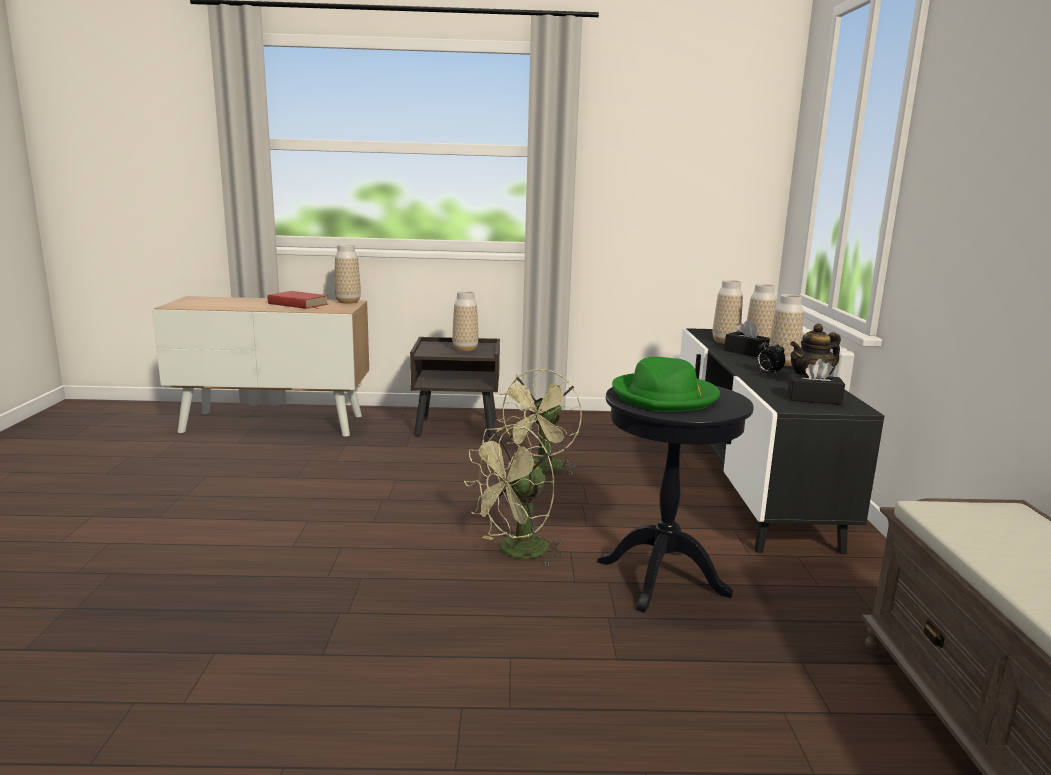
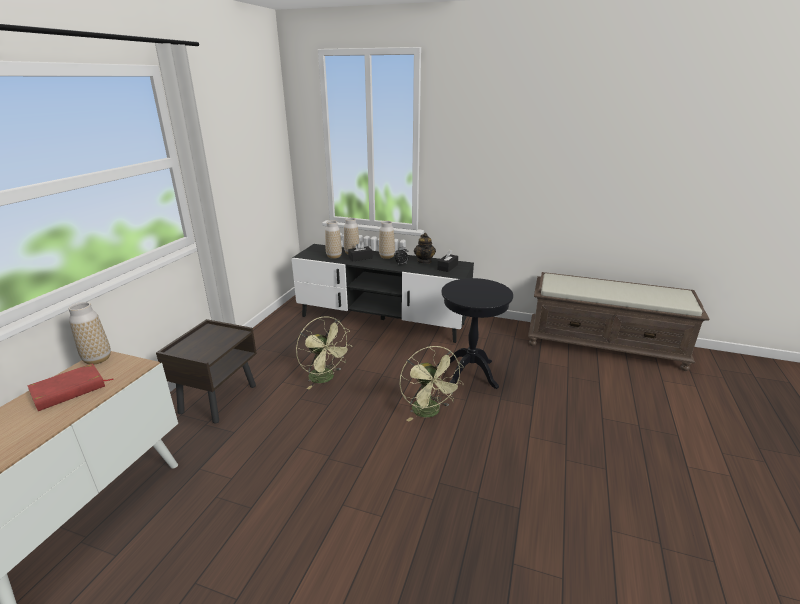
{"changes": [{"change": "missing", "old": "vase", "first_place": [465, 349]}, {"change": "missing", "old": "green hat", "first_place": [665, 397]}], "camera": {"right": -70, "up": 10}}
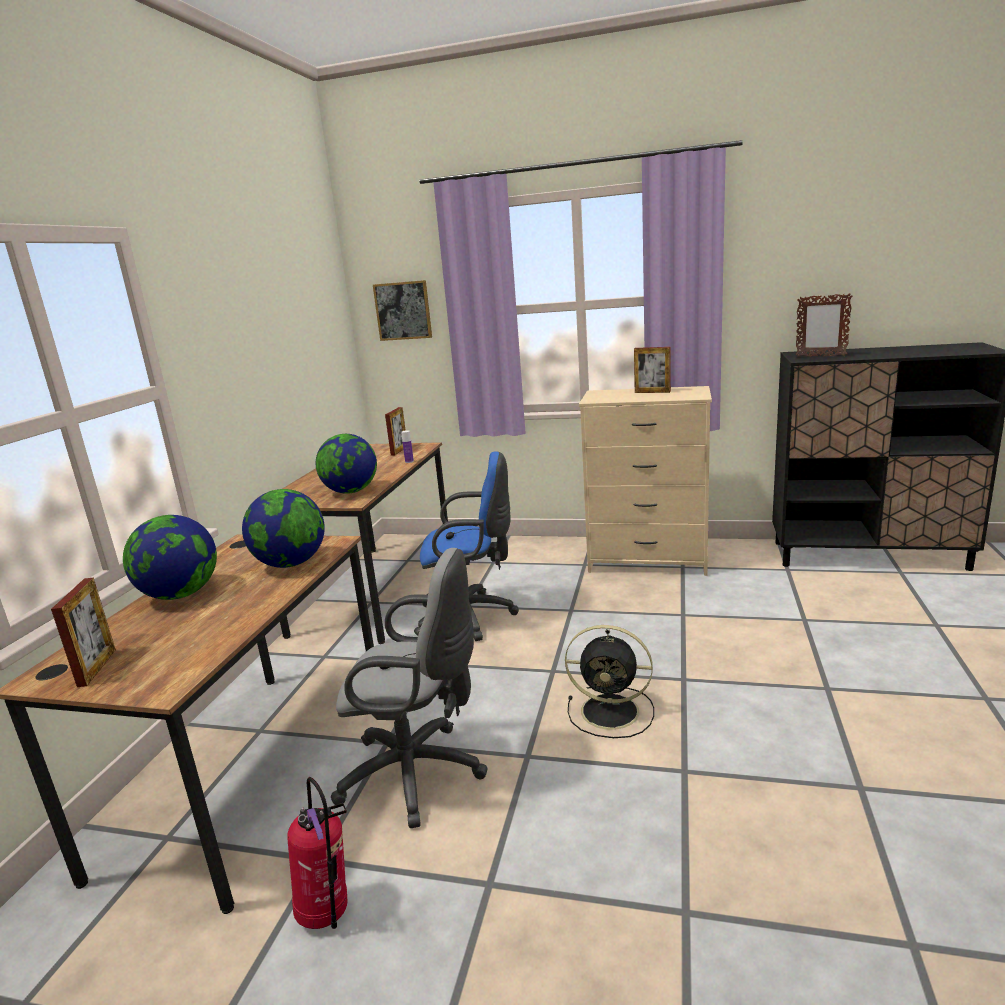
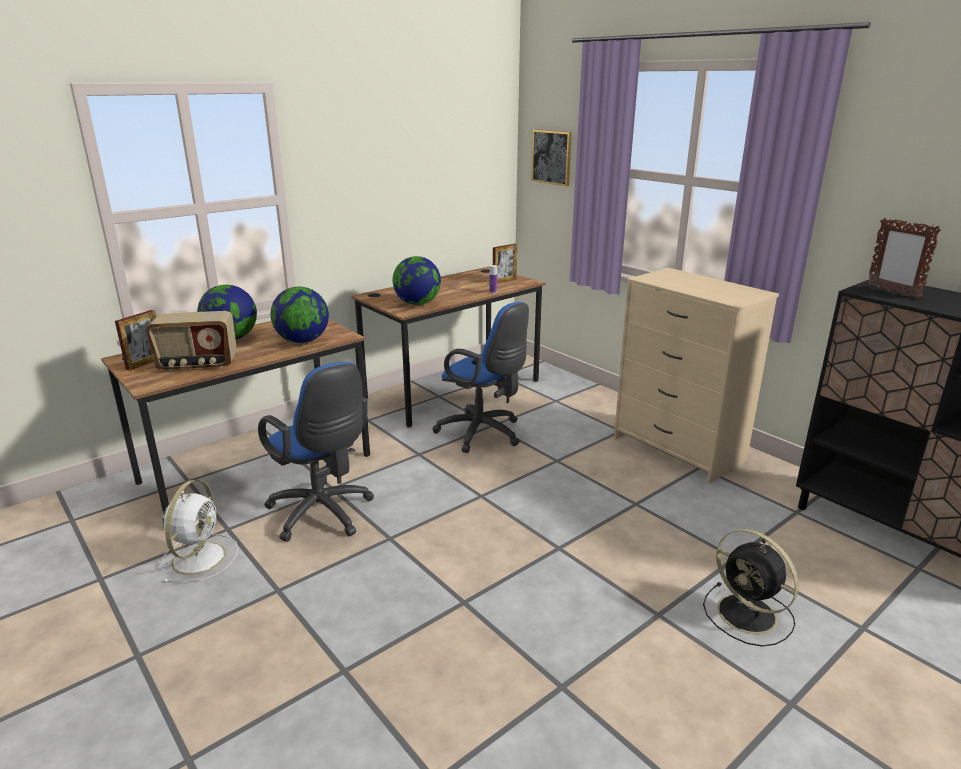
{"changes": [{"change": "missing", "old": "picture frame", "first_place": [652, 392]}, {"change": "appeared", "new": "radio", "second_place": [197, 365]}, {"change": "relocated", "old": "black fan", "first_place": [612, 711], "second_place": [749, 615]}, {"change": "exchanged", "old": "fire extinguisher", "new": "white fan", "first_place": [328, 914], "second_place": [200, 557]}, {"change": "colour", "old": "grey office chair", "new": "blue office chair", "first_place": [419, 774], "second_place": [323, 515]}], "camera": {"right": 35, "up": 5}}
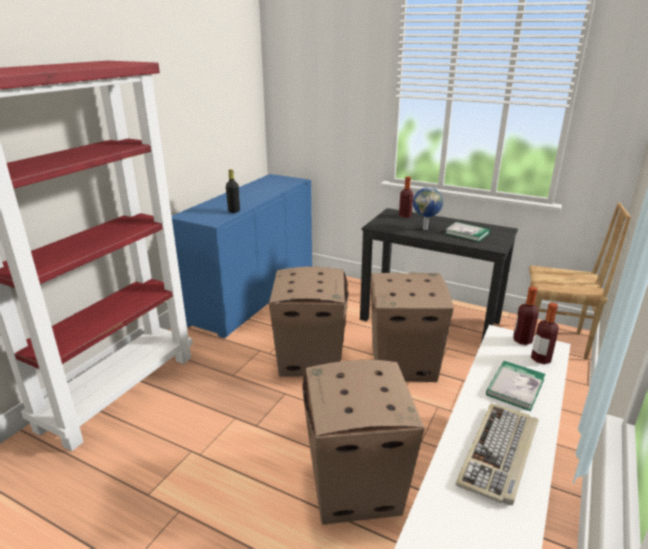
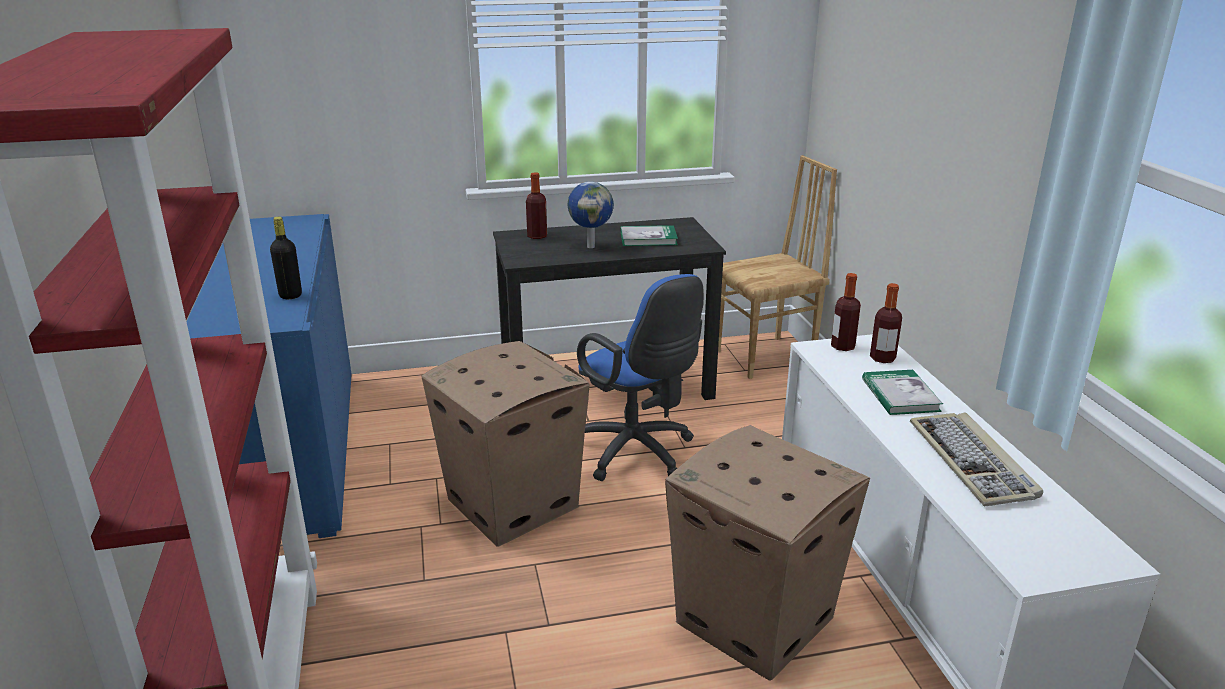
{"changes": [{"change": "exchanged", "old": "cardboard box", "new": "blue office chair", "first_place": [402, 363], "second_place": [637, 454]}], "camera": {"right": -40, "up": 0}}
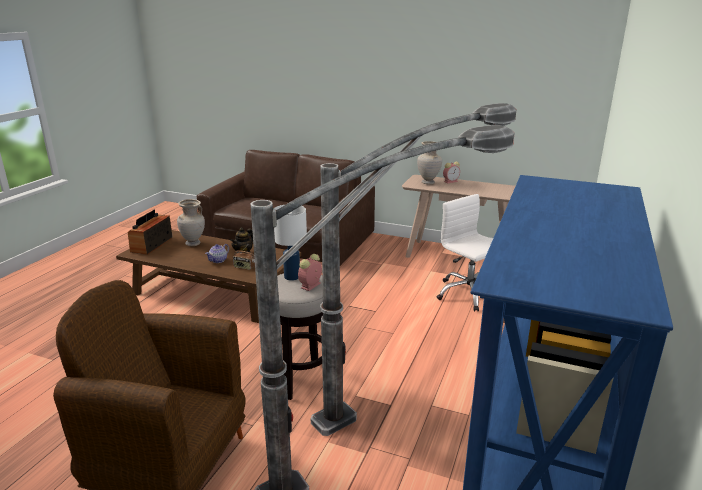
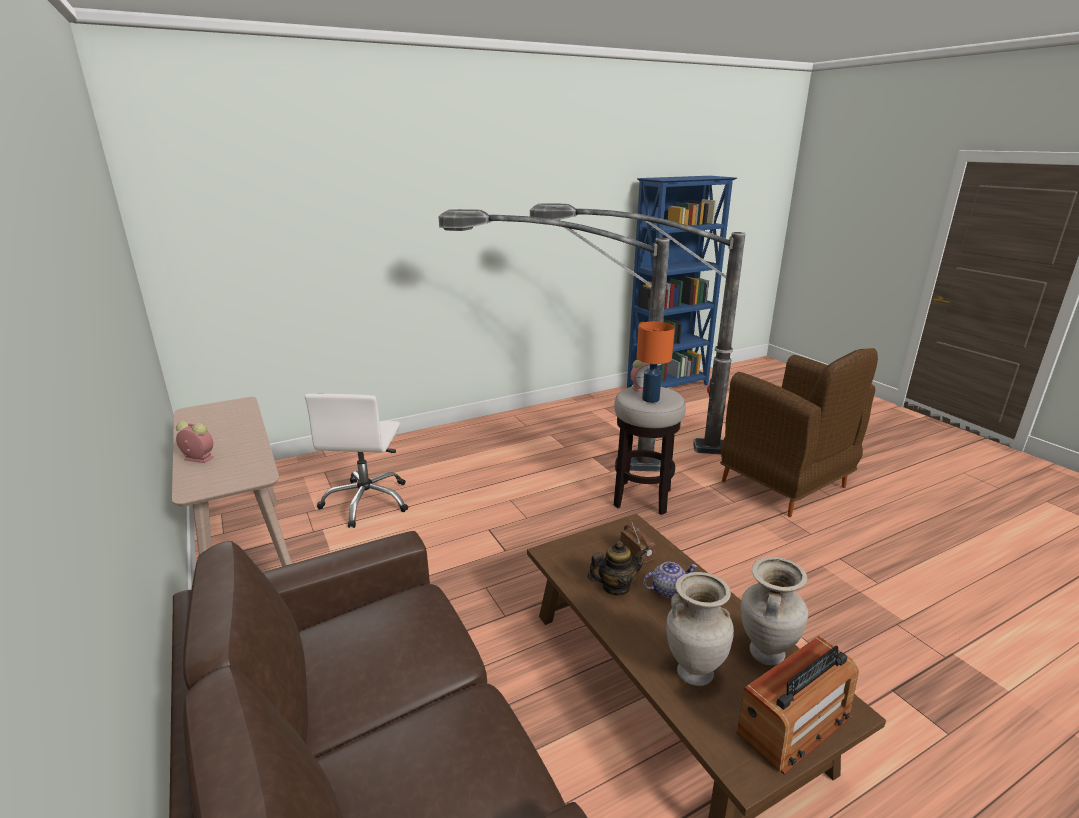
{"changes": [{"change": "relocated", "old": "beige vase", "first_place": [428, 183], "second_place": [764, 653]}, {"change": "colour", "old": "white table lamp", "new": "orange table lamp", "first_place": [291, 276], "second_place": [651, 399]}], "camera": {"right": -140, "up": 0}}
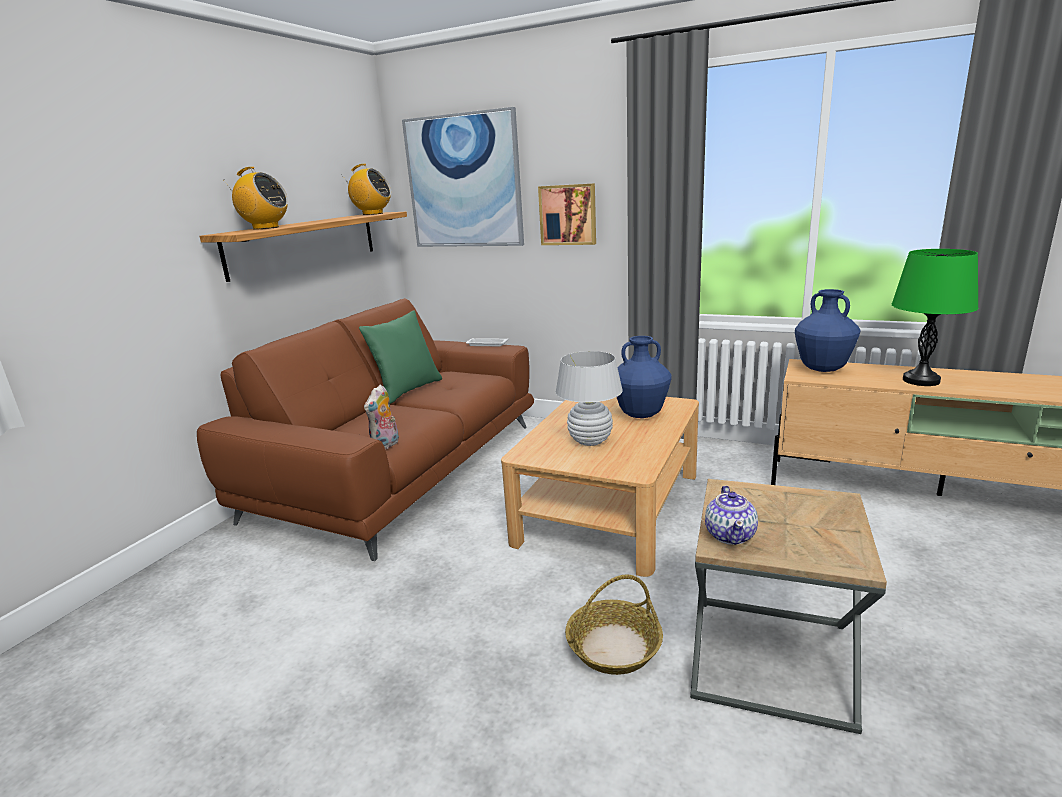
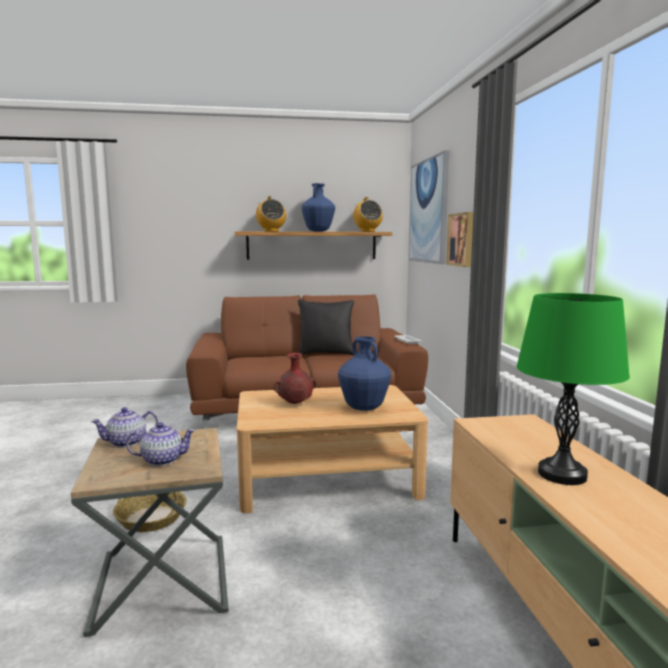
{"changes": [{"change": "missing", "old": "plush toy", "first_place": [386, 445]}, {"change": "appeared", "new": "teapot", "second_place": [162, 460]}, {"change": "relocated", "old": "blue vase", "first_place": [822, 369], "second_place": [318, 231]}, {"change": "exchanged", "old": "white table lamp", "new": "red vase", "first_place": [590, 441], "second_place": [294, 404]}, {"change": "colour", "old": "green pillow", "new": "black pillow", "first_place": [407, 390], "second_place": [326, 354]}], "camera": {"right": 55, "up": -10}}
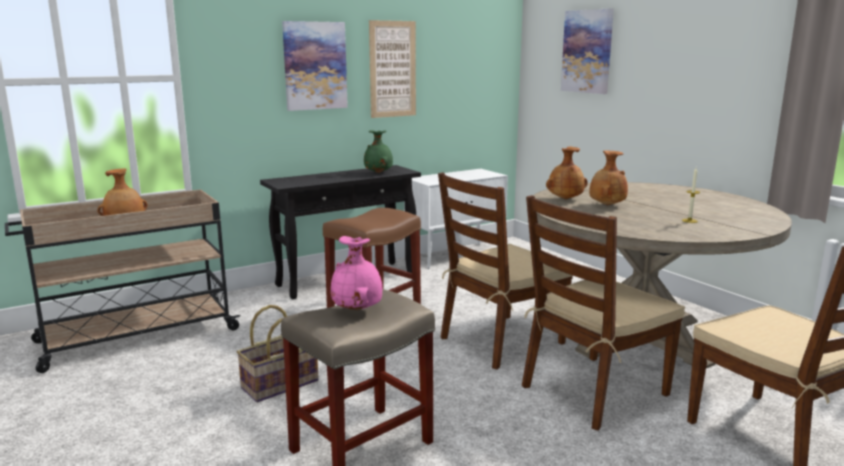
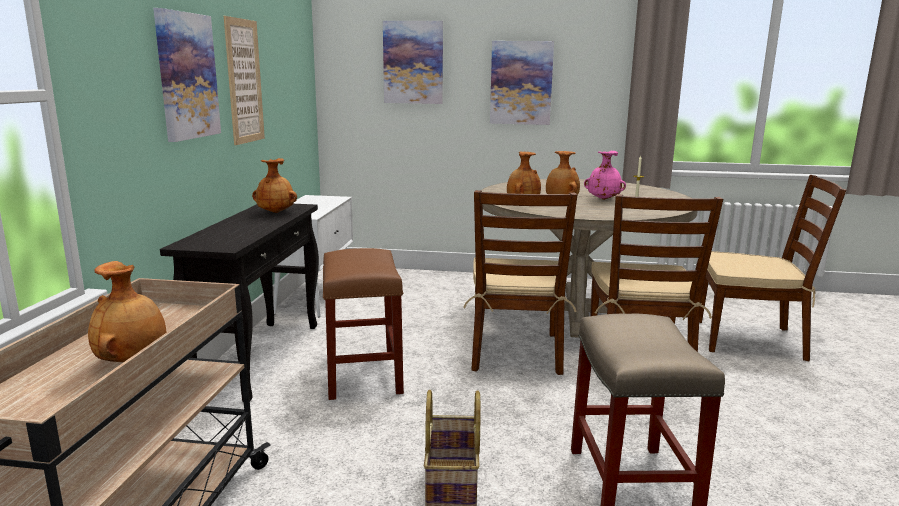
{"changes": [{"change": "appeared", "new": "picture", "second_place": [521, 83]}, {"change": "relocated", "old": "pink vase", "first_place": [358, 309], "second_place": [603, 199]}, {"change": "colour", "old": "green vase", "new": "brown vase", "first_place": [379, 172], "second_place": [276, 212]}], "camera": {"right": -50, "up": 0}}
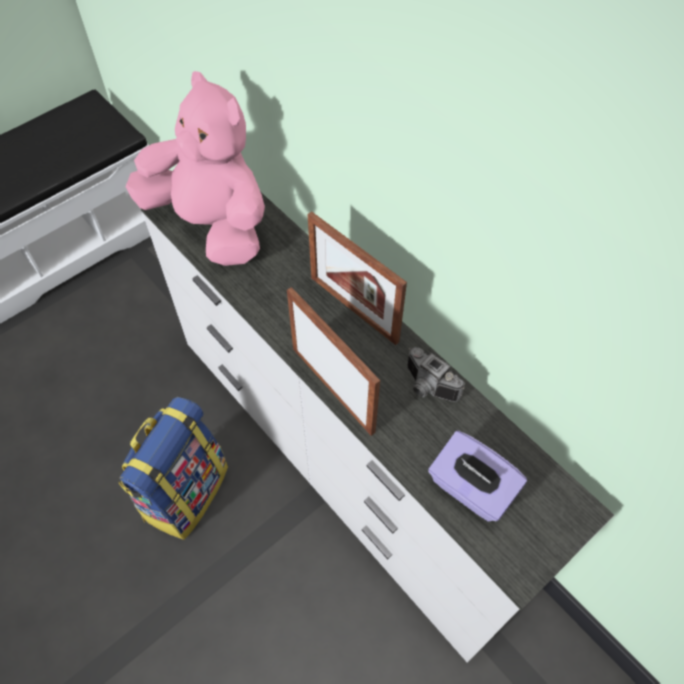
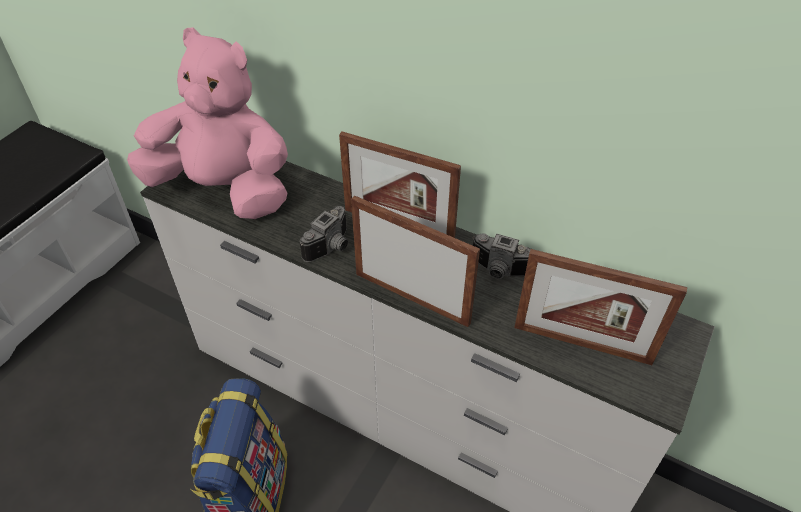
{"changes": [{"change": "appeared", "new": "photo camera", "second_place": [332, 247]}, {"change": "exchanged", "old": "purple tissue box", "new": "picture frame", "first_place": [470, 488], "second_place": [582, 344]}], "camera": {"right": -20, "up": -10}}
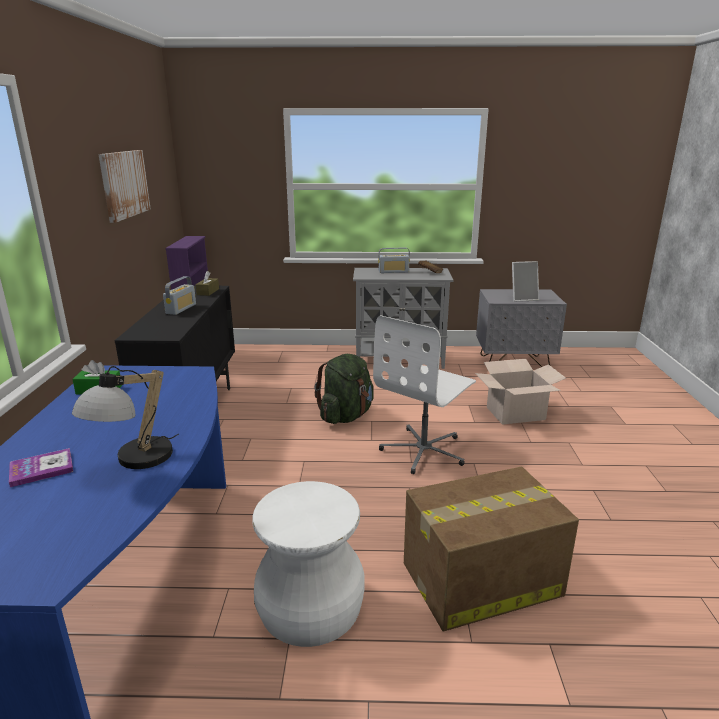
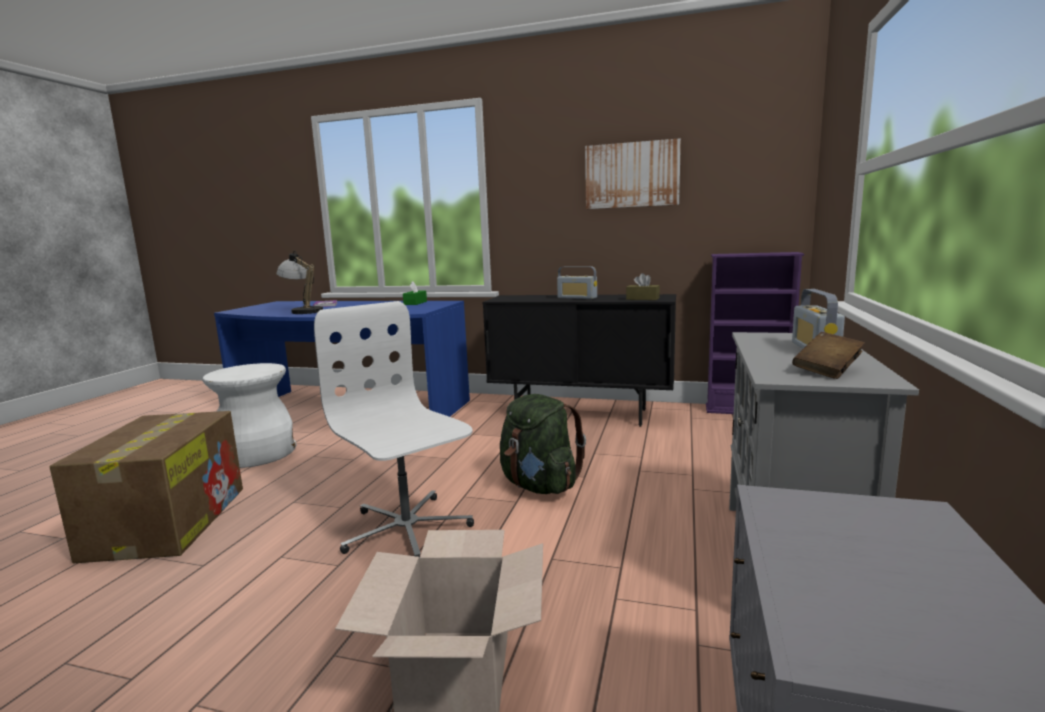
{"changes": [{"change": "missing", "old": "picture frame", "first_place": [523, 298]}], "camera": {"right": 105, "up": -10}}
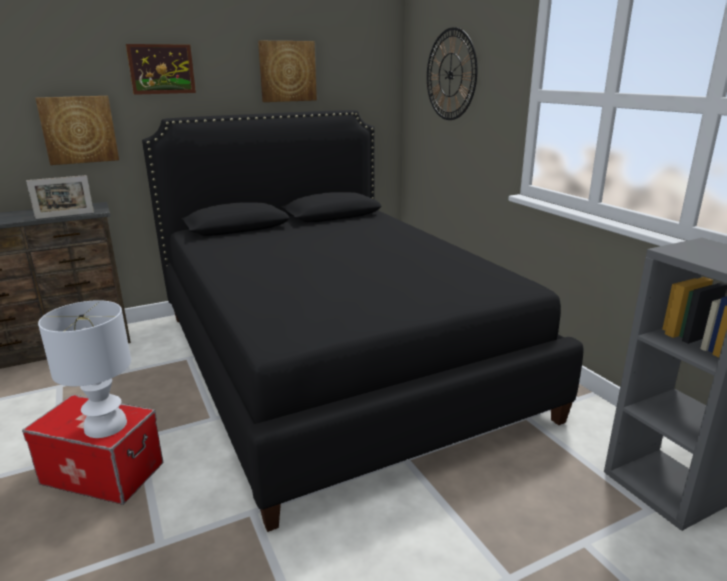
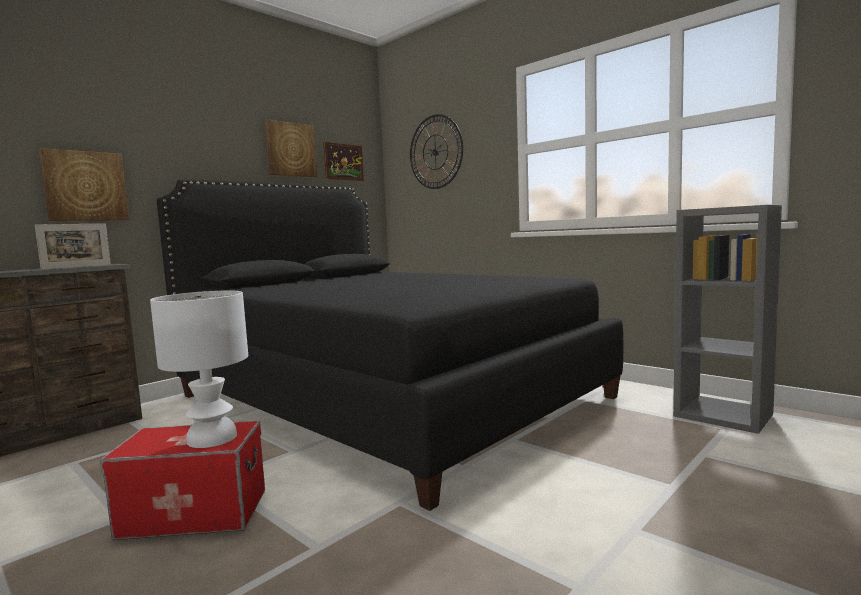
{"changes": [{"change": "relocated", "old": "picture", "first_place": [161, 69], "second_place": [343, 162]}], "camera": {"right": -20, "up": -15}}
